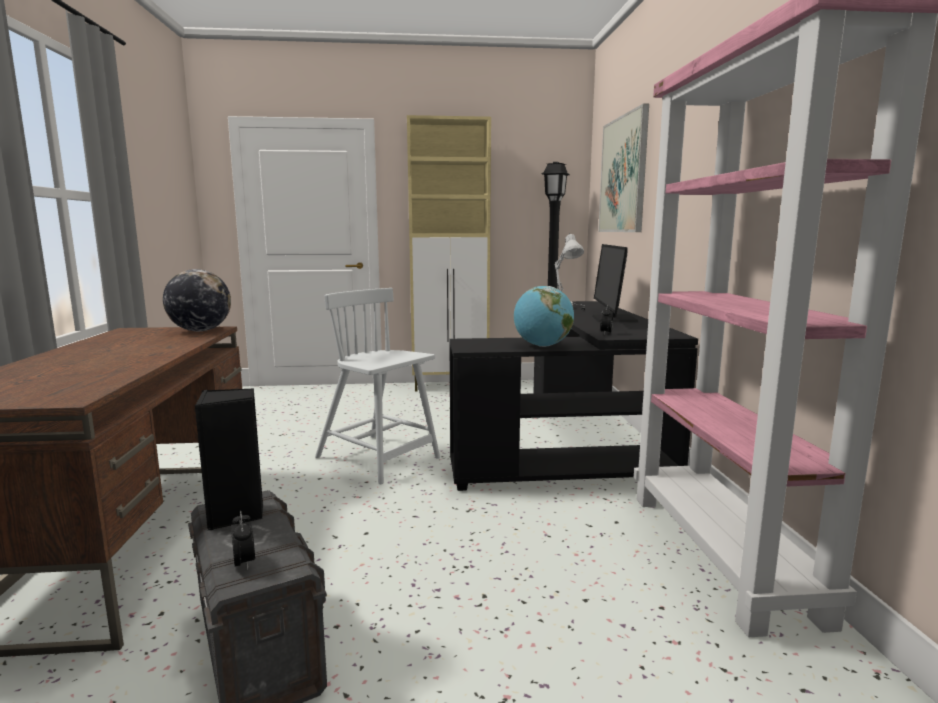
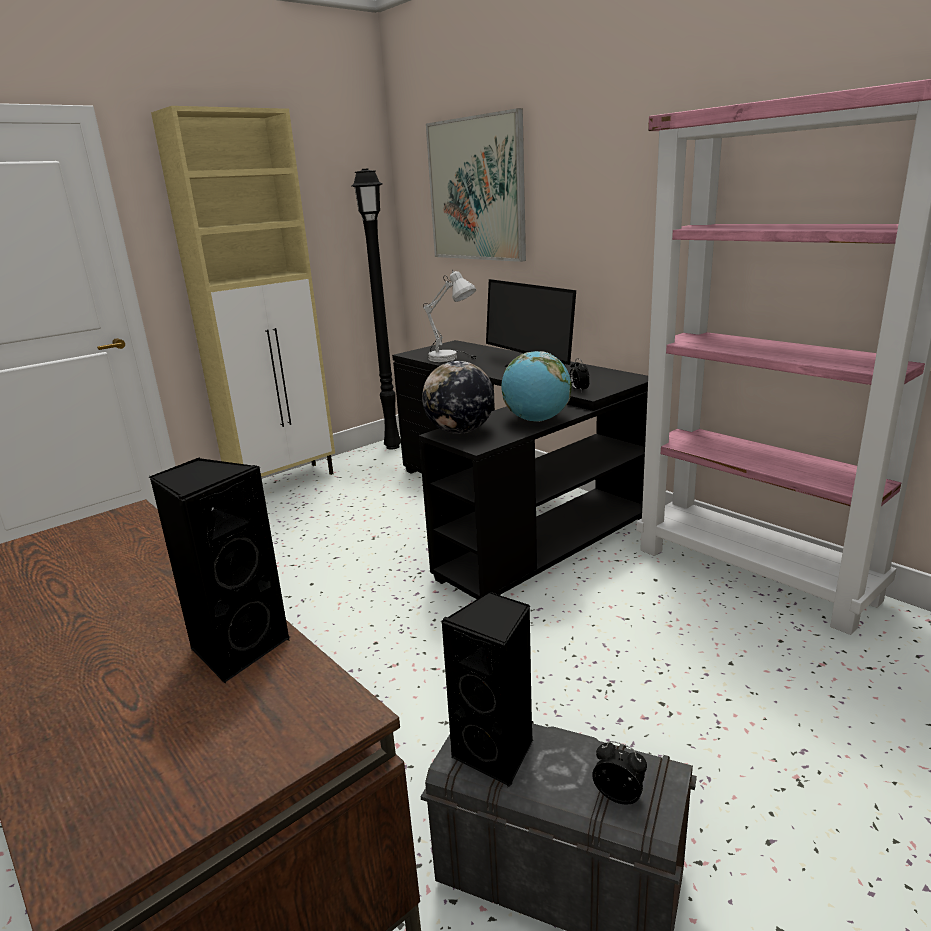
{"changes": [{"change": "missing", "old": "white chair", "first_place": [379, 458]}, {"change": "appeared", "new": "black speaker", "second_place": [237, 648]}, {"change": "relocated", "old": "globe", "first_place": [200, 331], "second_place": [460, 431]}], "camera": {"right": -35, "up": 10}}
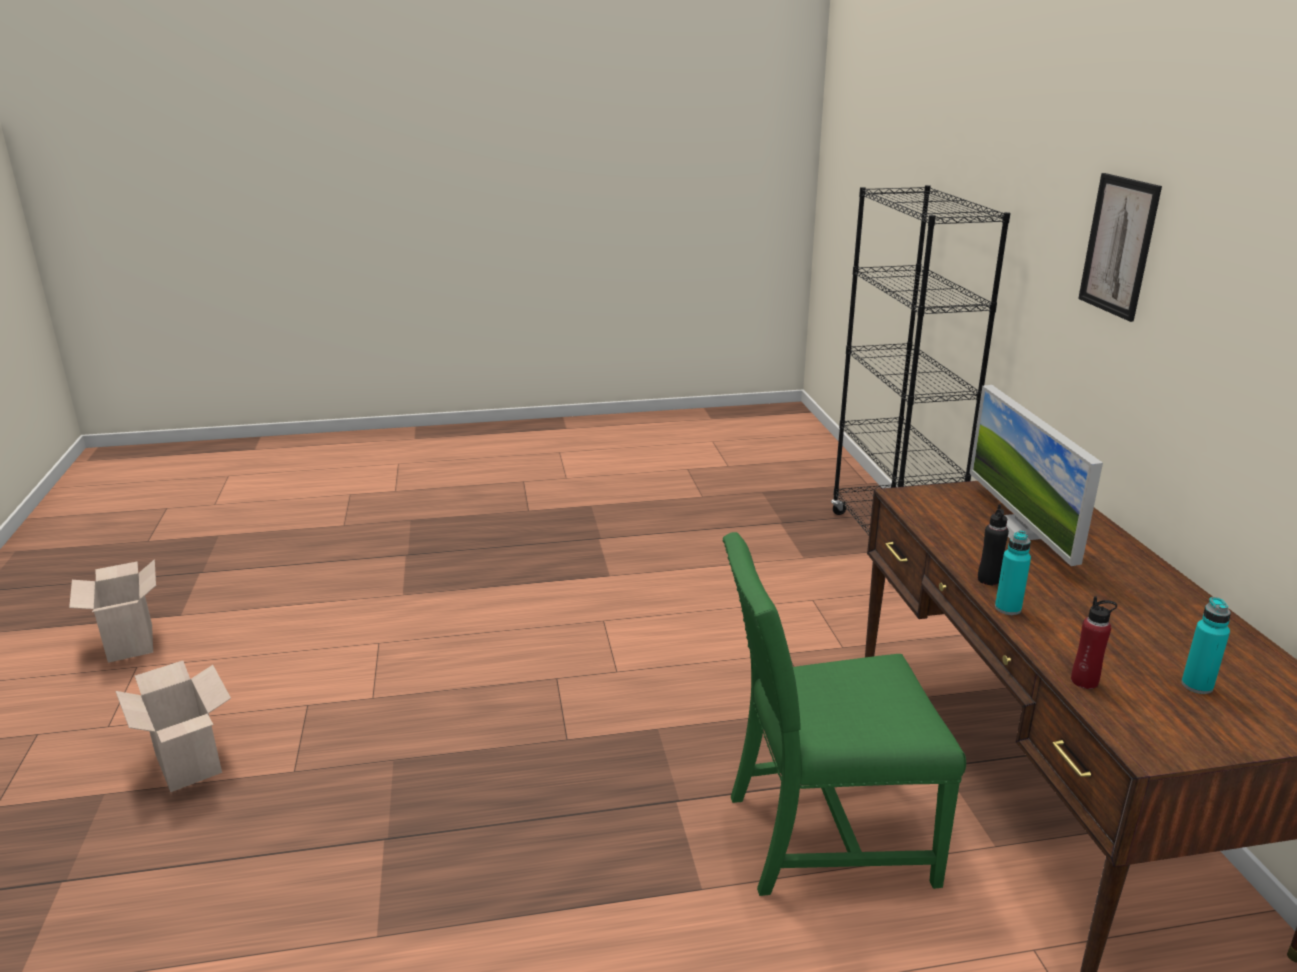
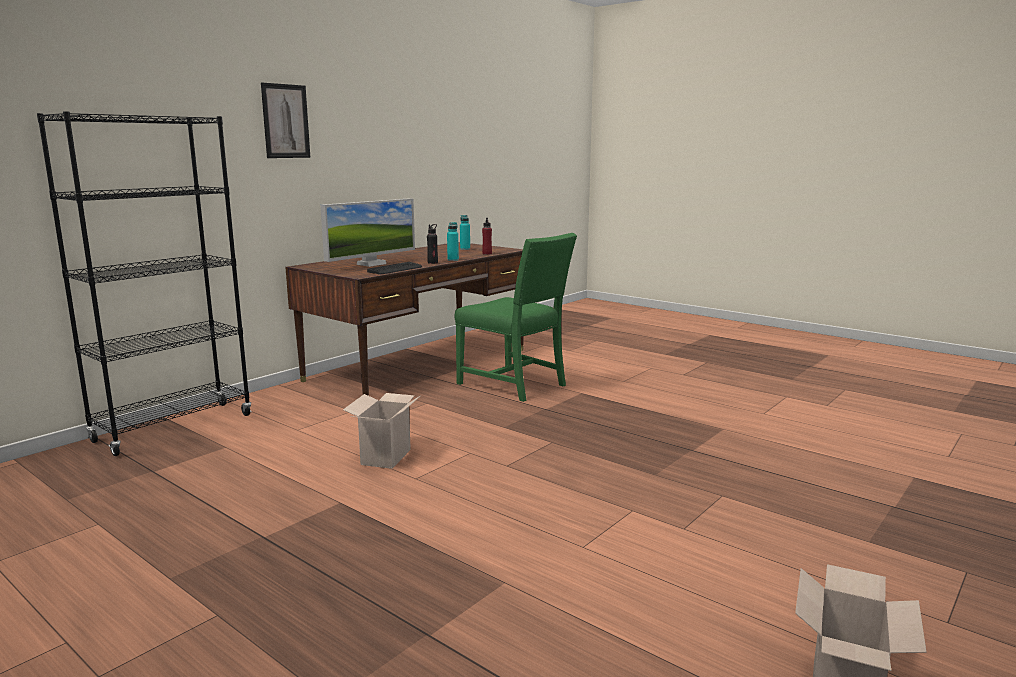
{"changes": [{"change": "appeared", "new": "keyboard", "second_place": [395, 269]}, {"change": "relocated", "old": "cardboard box", "first_place": [191, 764], "second_place": [385, 456]}], "camera": {"right": -130, "up": -10}}
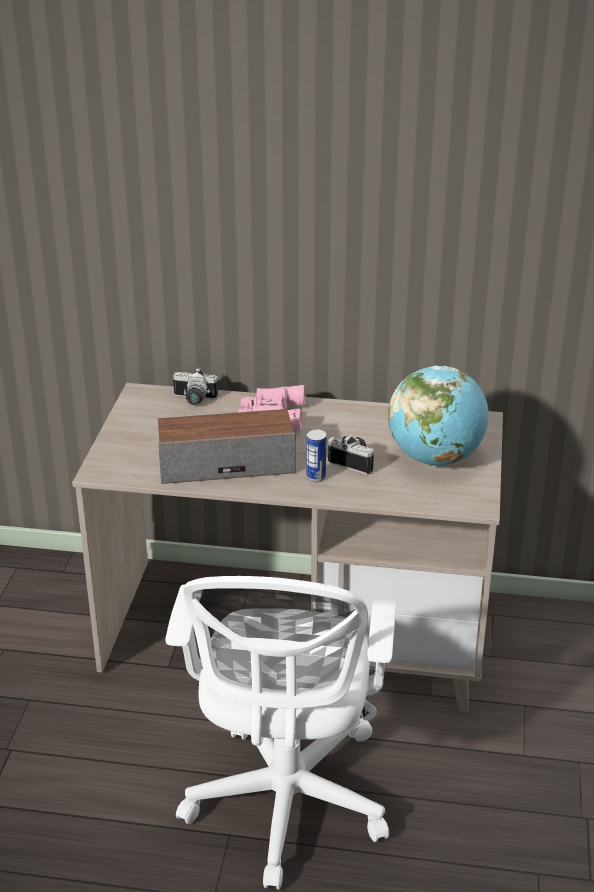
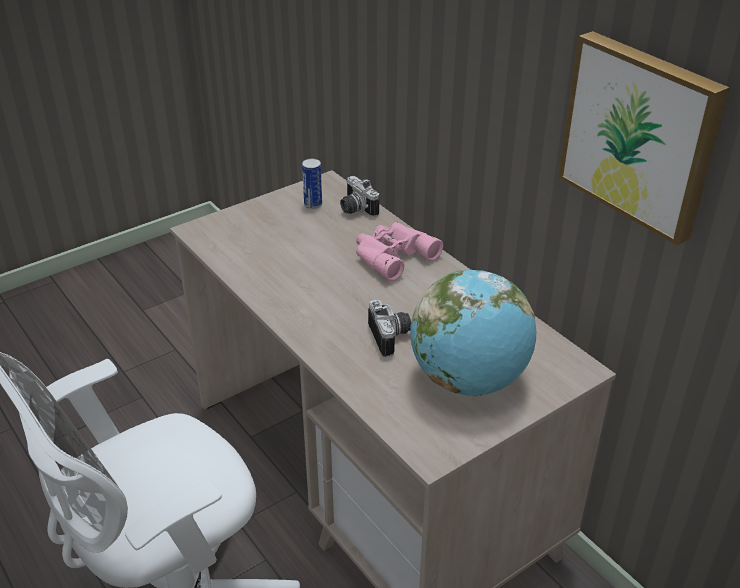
{"changes": [{"change": "missing", "old": "speaker", "first_place": [226, 464]}, {"change": "appeared", "new": "picture", "second_place": [641, 134]}, {"change": "relocated", "old": "can", "first_place": [316, 477], "second_place": [313, 204]}], "camera": {"right": 45, "up": 5}}
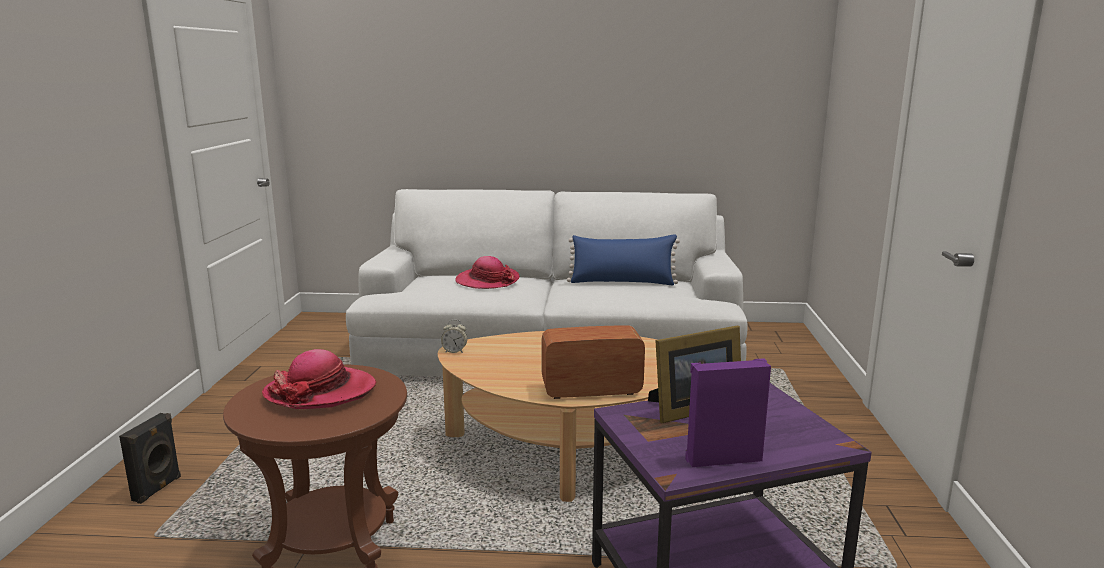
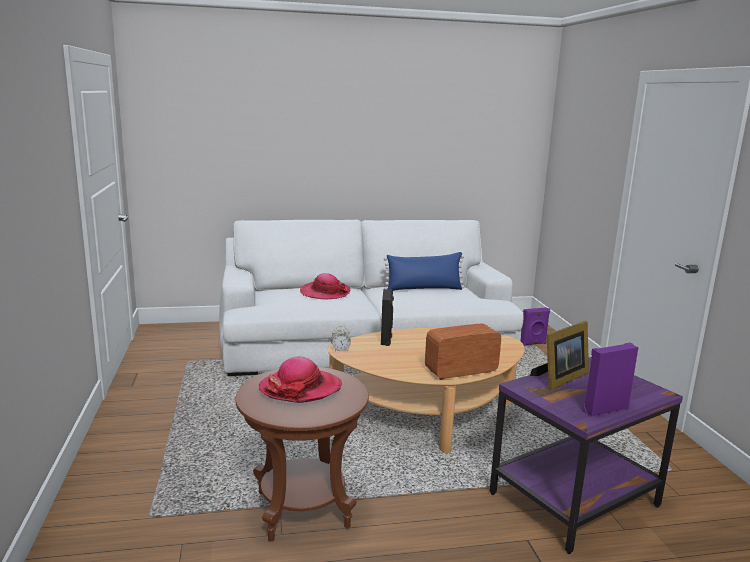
{"changes": [{"change": "appeared", "new": "purple speaker", "second_place": [533, 343]}, {"change": "relocated", "old": "black speaker", "first_place": [158, 489], "second_place": [386, 339]}], "camera": {"right": -15, "up": 0}}
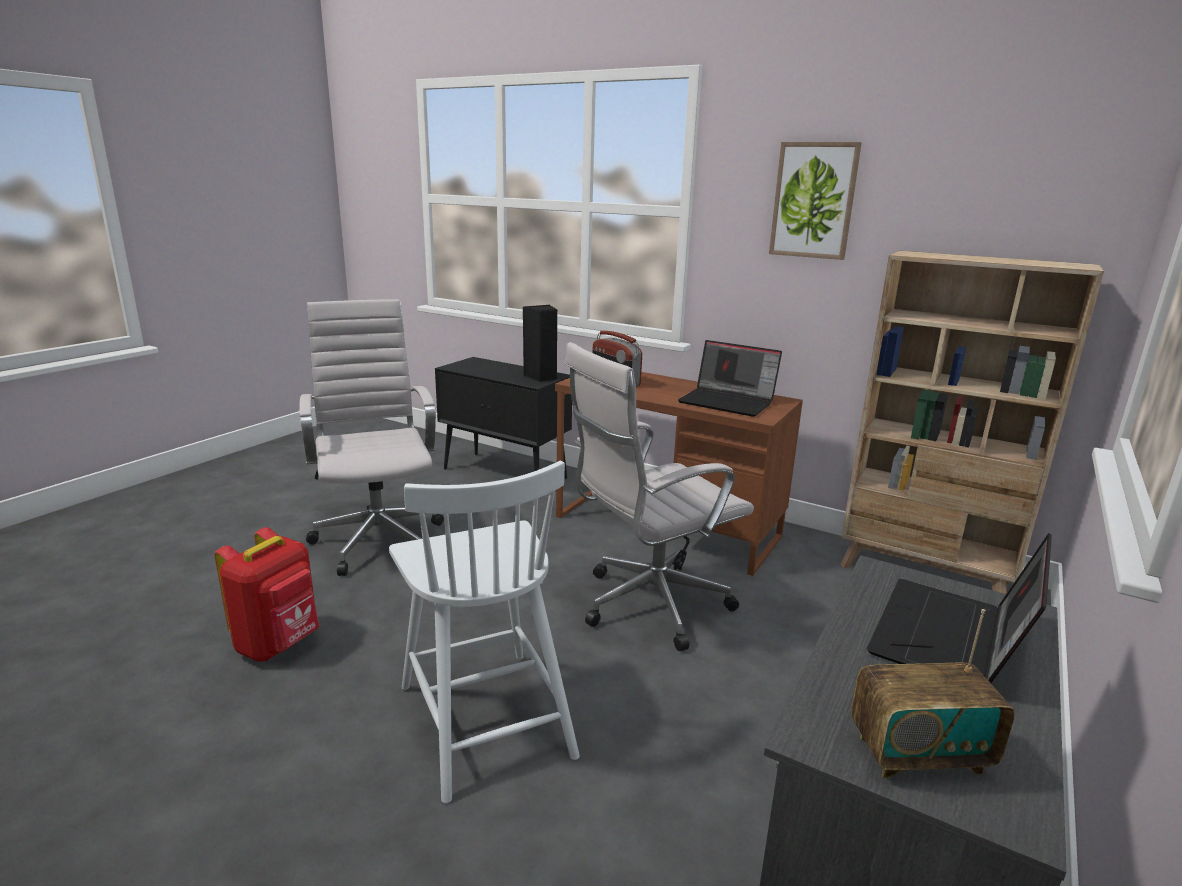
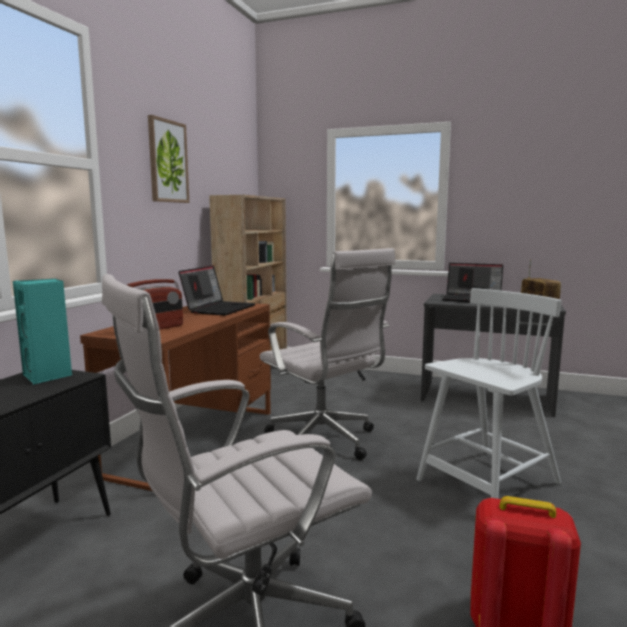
{"changes": [{"change": "colour", "old": "black speaker", "new": "turquoise speaker", "first_place": [541, 377], "second_place": [48, 376]}], "camera": {"right": -100, "up": -10}}
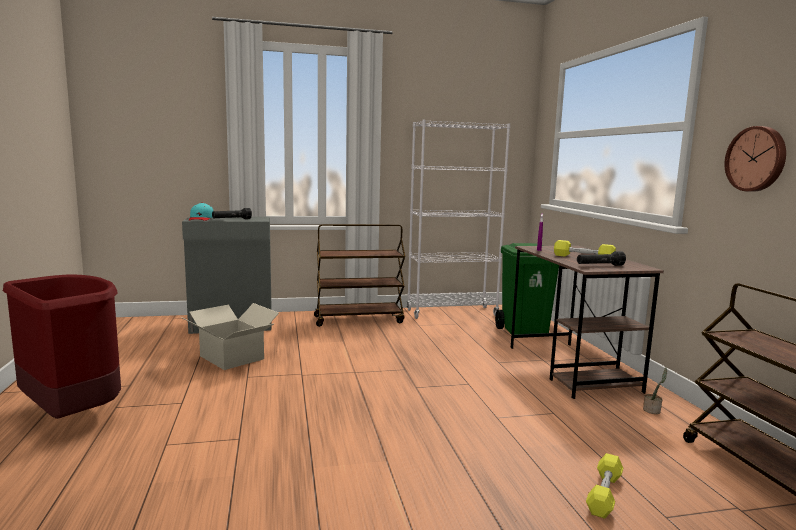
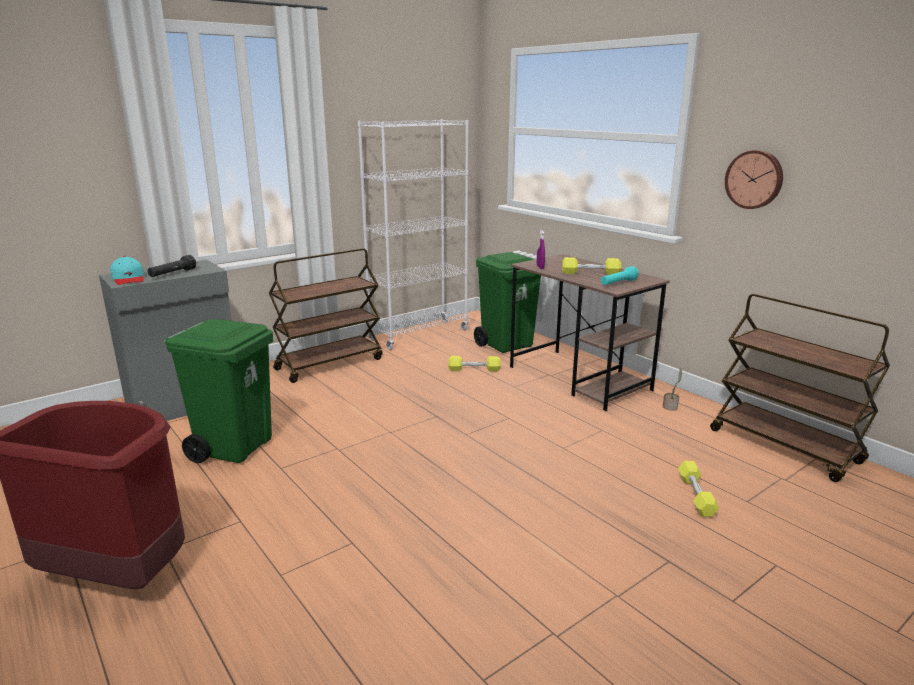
{"changes": [{"change": "appeared", "new": "yellow dumbbell", "second_place": [474, 369]}, {"change": "exchanged", "old": "cardboard box", "new": "green trash can", "first_place": [232, 357], "second_place": [235, 447]}, {"change": "colour", "old": "black flashlight", "new": "turquoise flashlight", "first_place": [599, 266], "second_place": [618, 283]}], "camera": {"right": -25, "up": 10}}
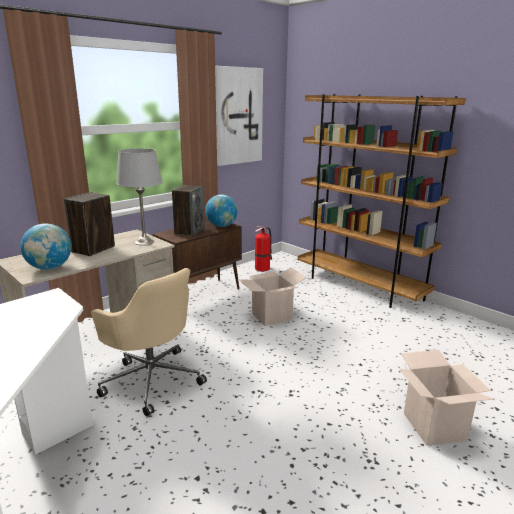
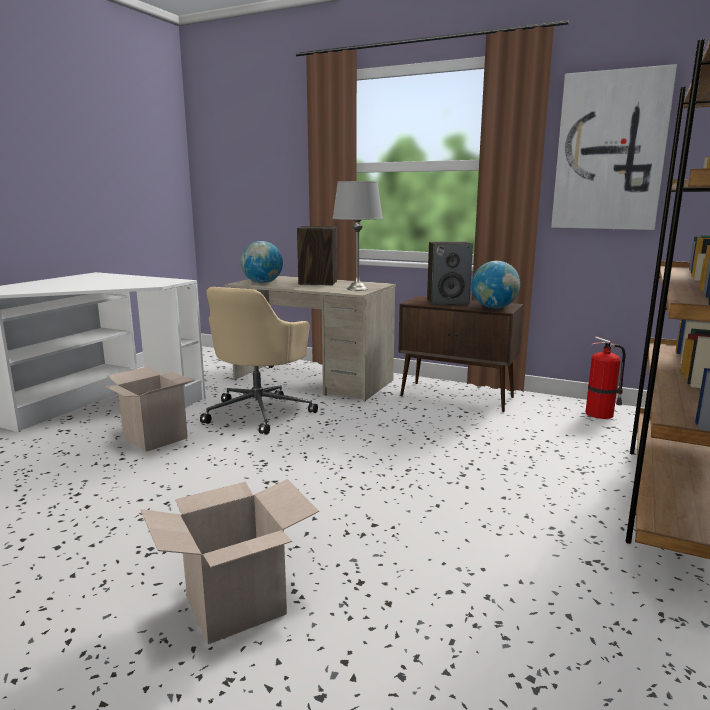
{"changes": [{"change": "relocated", "old": "cardboard box", "first_place": [271, 316], "second_place": [155, 438]}], "camera": {"right": 70, "up": -5}}
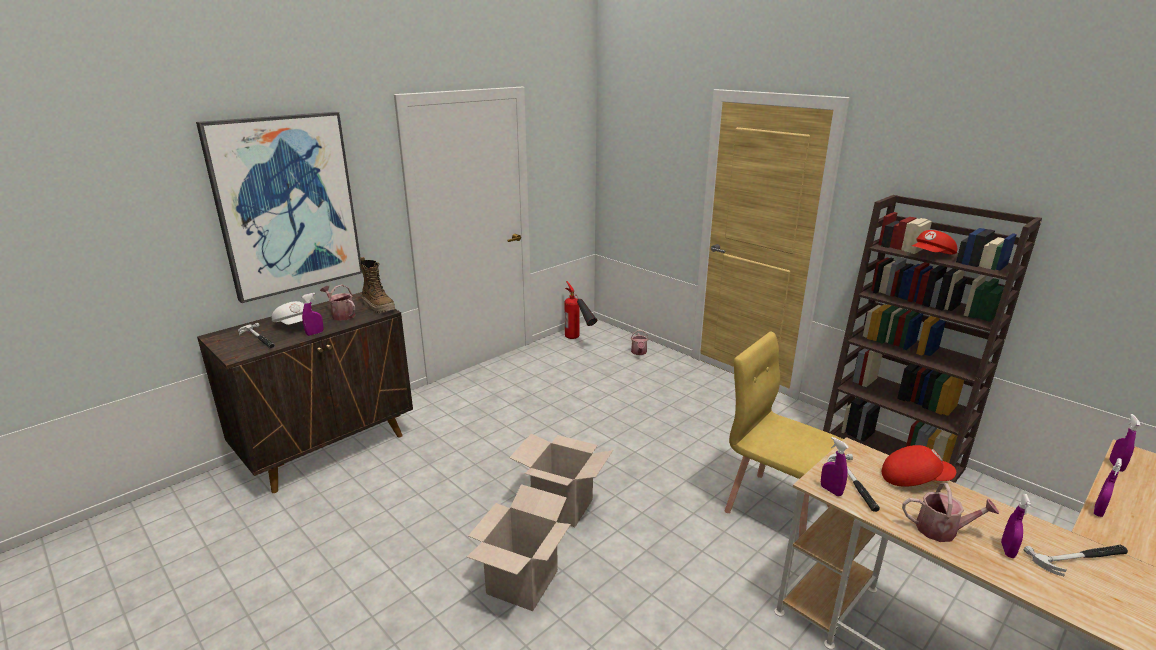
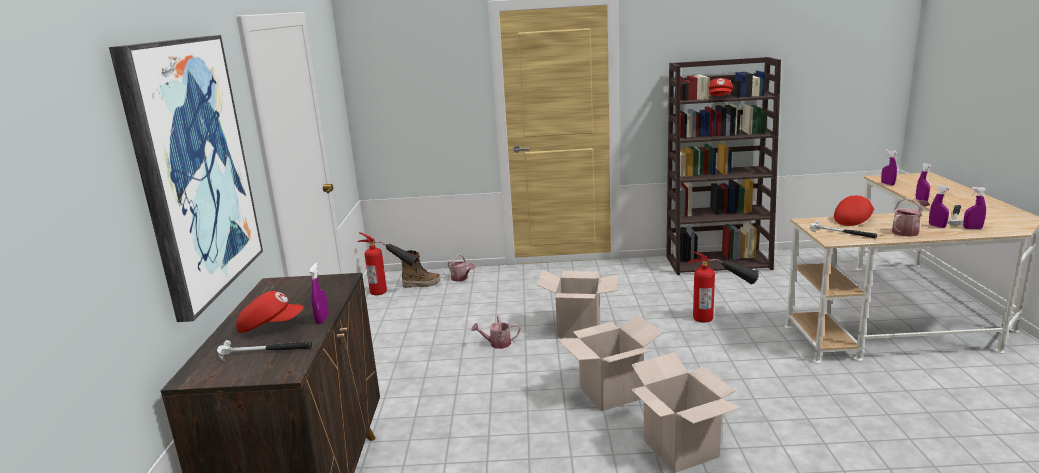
{"changes": [{"change": "appeared", "new": "cardboard box", "second_place": [579, 329]}, {"change": "relocated", "old": "watering can", "first_place": [341, 315], "second_place": [497, 344]}, {"change": "relocated", "old": "boot", "first_place": [378, 307], "second_place": [421, 284]}, {"change": "relocated", "old": "purple spray bottle", "first_place": [830, 490], "second_place": [972, 228]}, {"change": "exchanged", "old": "yellow chair", "new": "fire extinguisher", "first_place": [778, 507], "second_place": [720, 316]}, {"change": "colour", "old": "white cap", "new": "red cap", "first_place": [294, 325], "second_place": [271, 326]}], "camera": {"right": -45, "up": -5}}
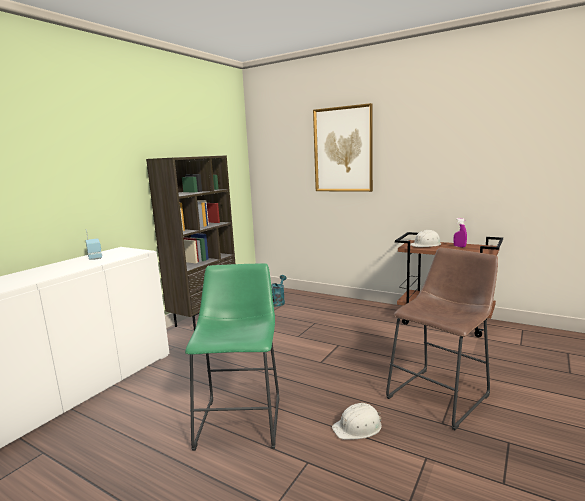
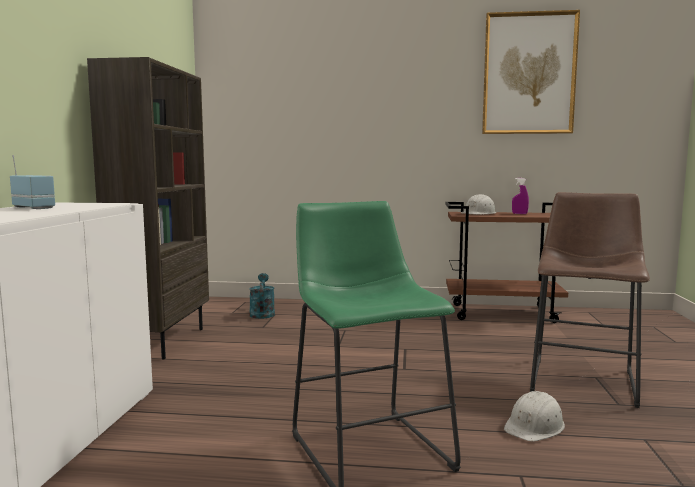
{"changes": [{"change": "relocated", "old": "picture", "first_place": [343, 149], "second_place": [529, 74]}], "camera": {"right": -25, "up": -5}}
